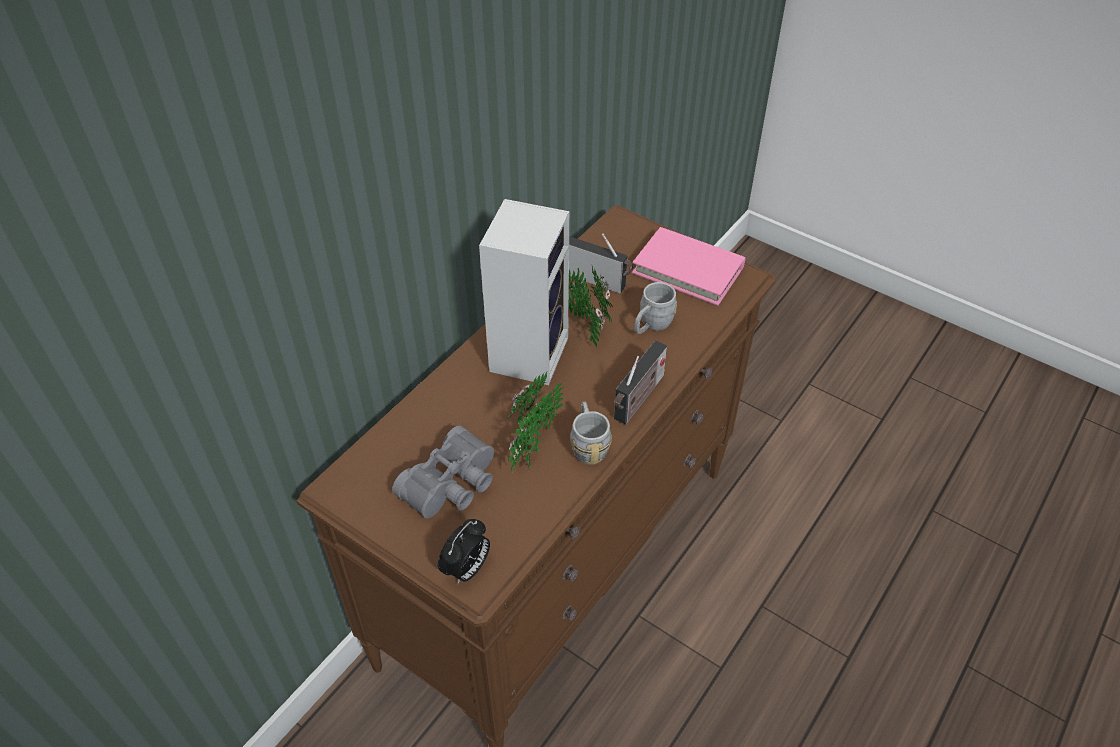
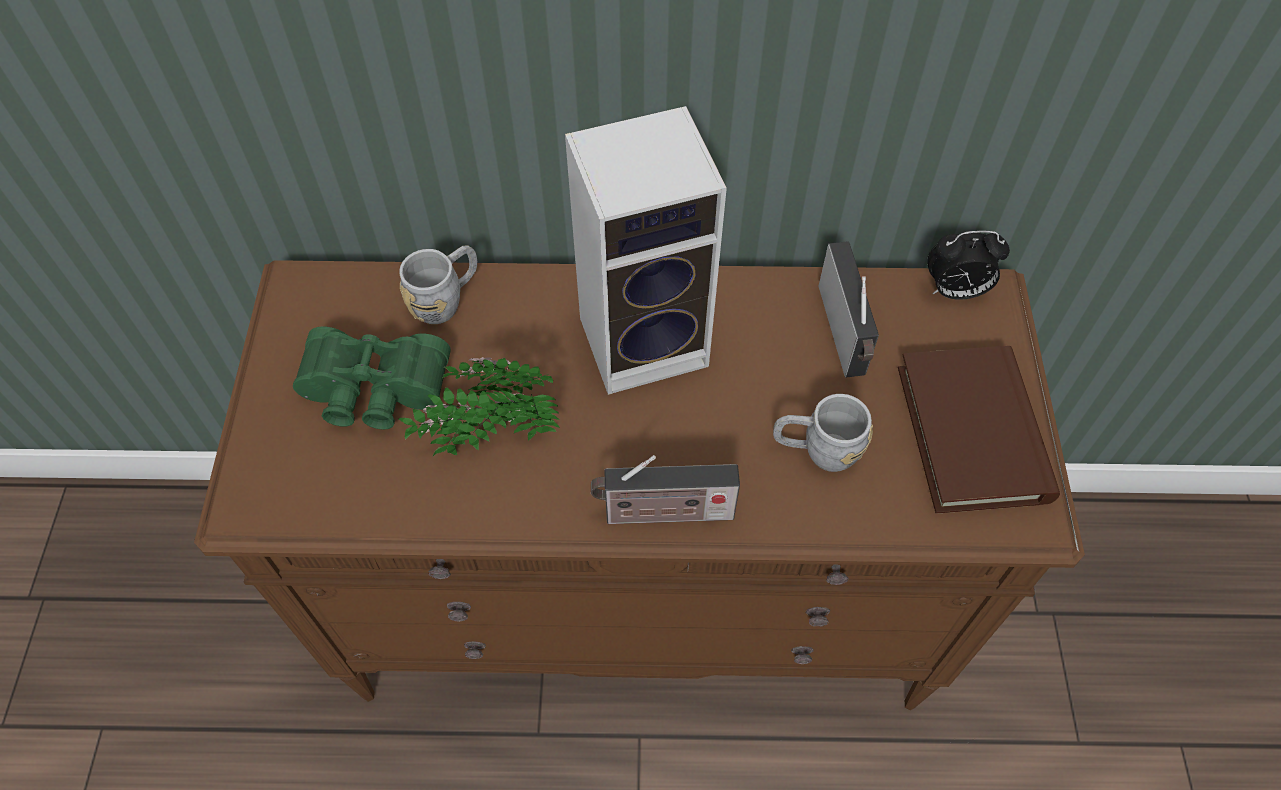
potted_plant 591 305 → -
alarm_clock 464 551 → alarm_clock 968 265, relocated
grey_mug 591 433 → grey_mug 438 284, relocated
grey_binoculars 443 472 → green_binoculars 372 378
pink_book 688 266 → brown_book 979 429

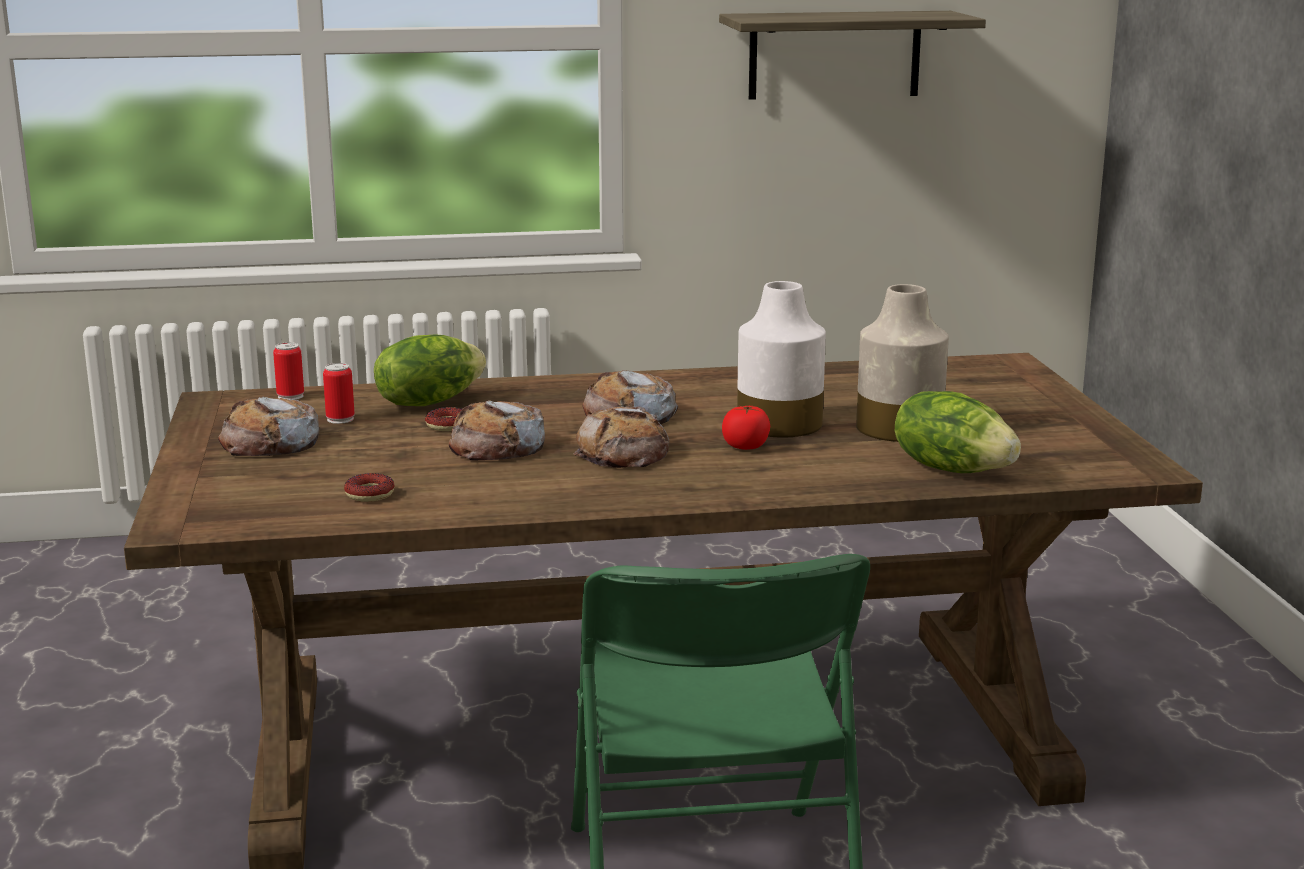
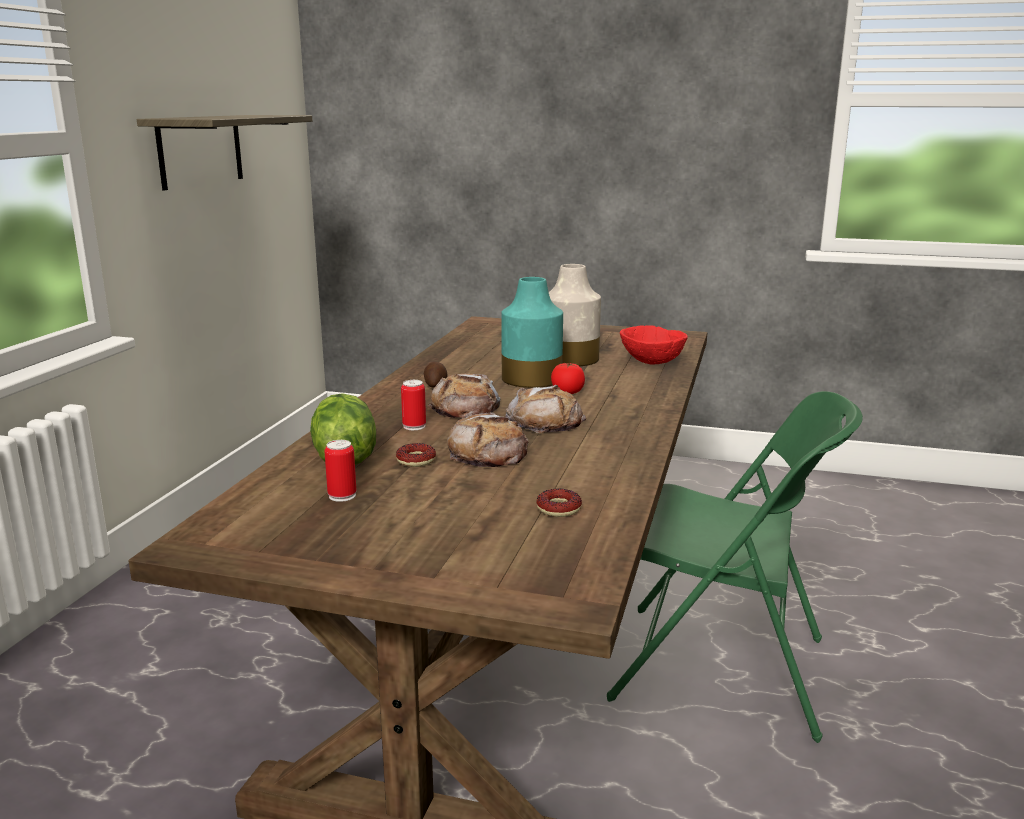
bread 269 426 → -
- → potato 435 375
can 288 371 → can 413 405, relocated
lettuce 958 432 → red_bowl 654 345
white_vase 781 359 → turquoise_vase 532 332

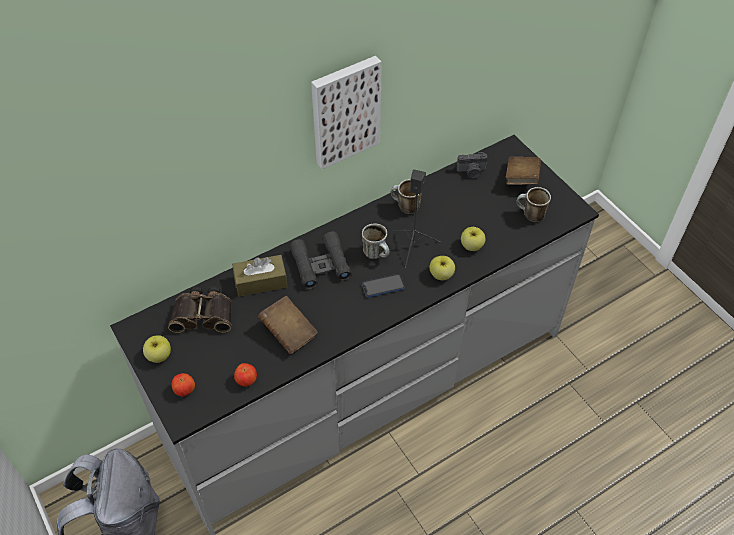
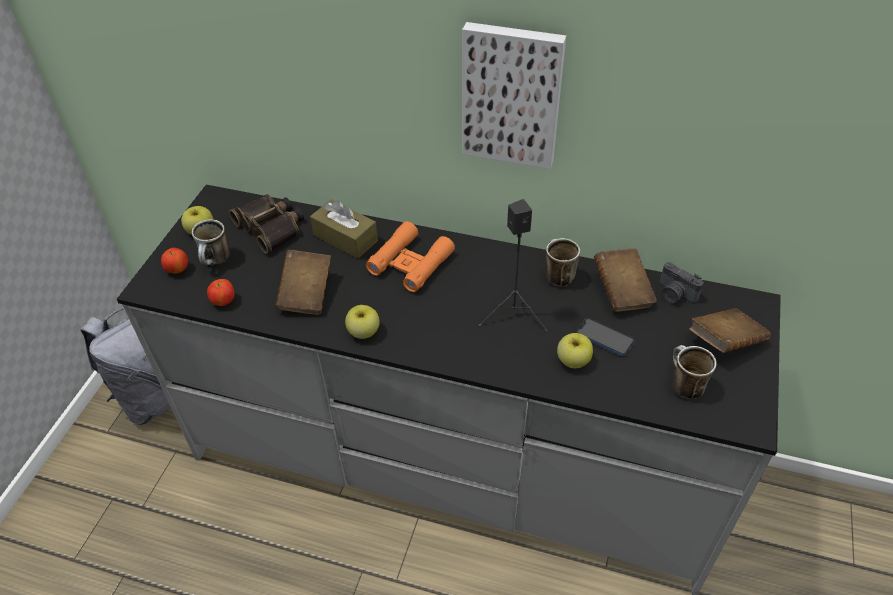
- → brown_book 625 280
mug 376 241 → mug 211 242, relocated
phone 383 285 → phone 605 337, relocated
apple 442 268 → apple 362 322, relocated
black_binoculars 321 260 → orange_binoculars 410 256

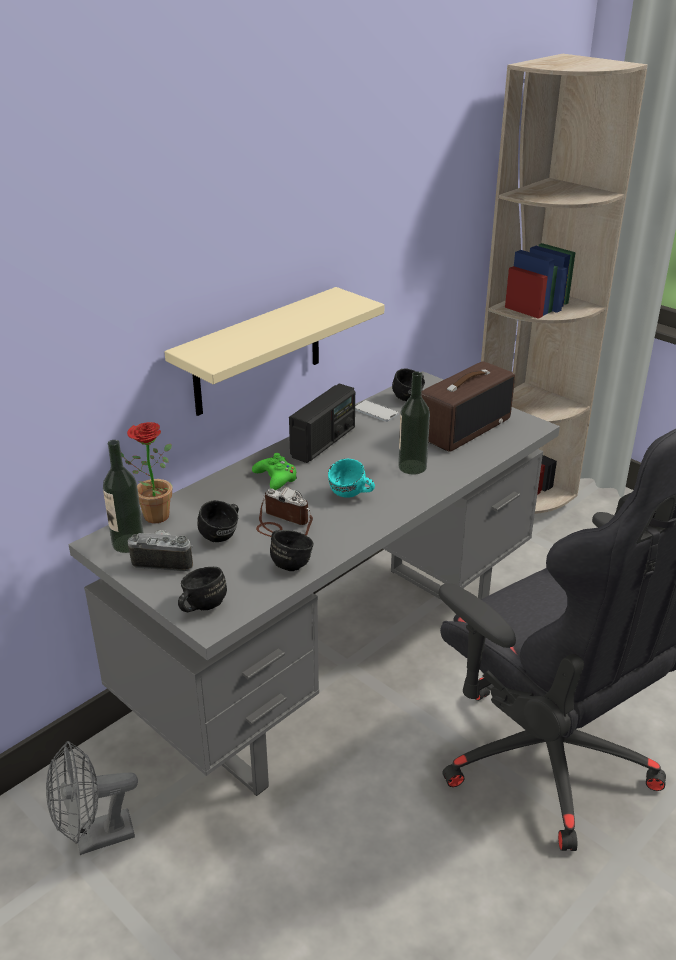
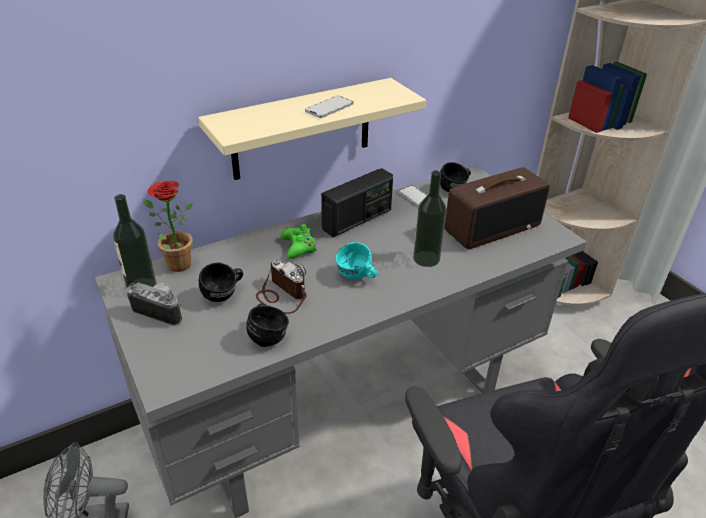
black_mug 202 589 → -
- → phone 329 107

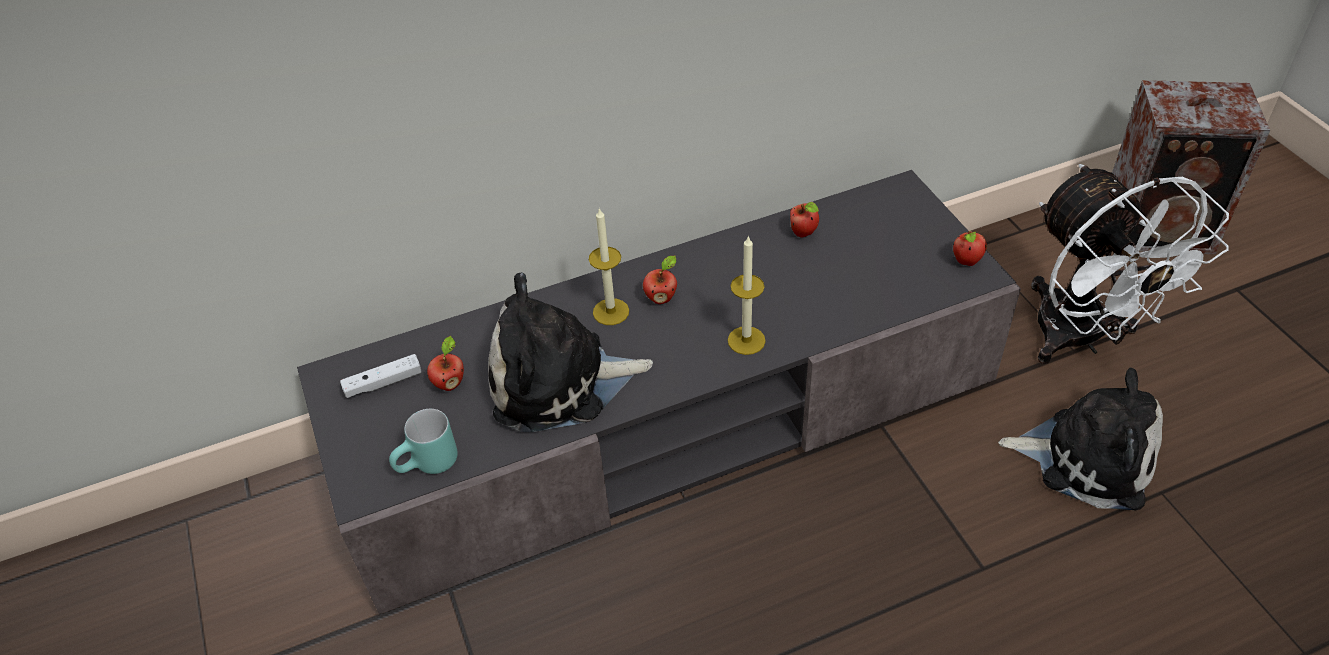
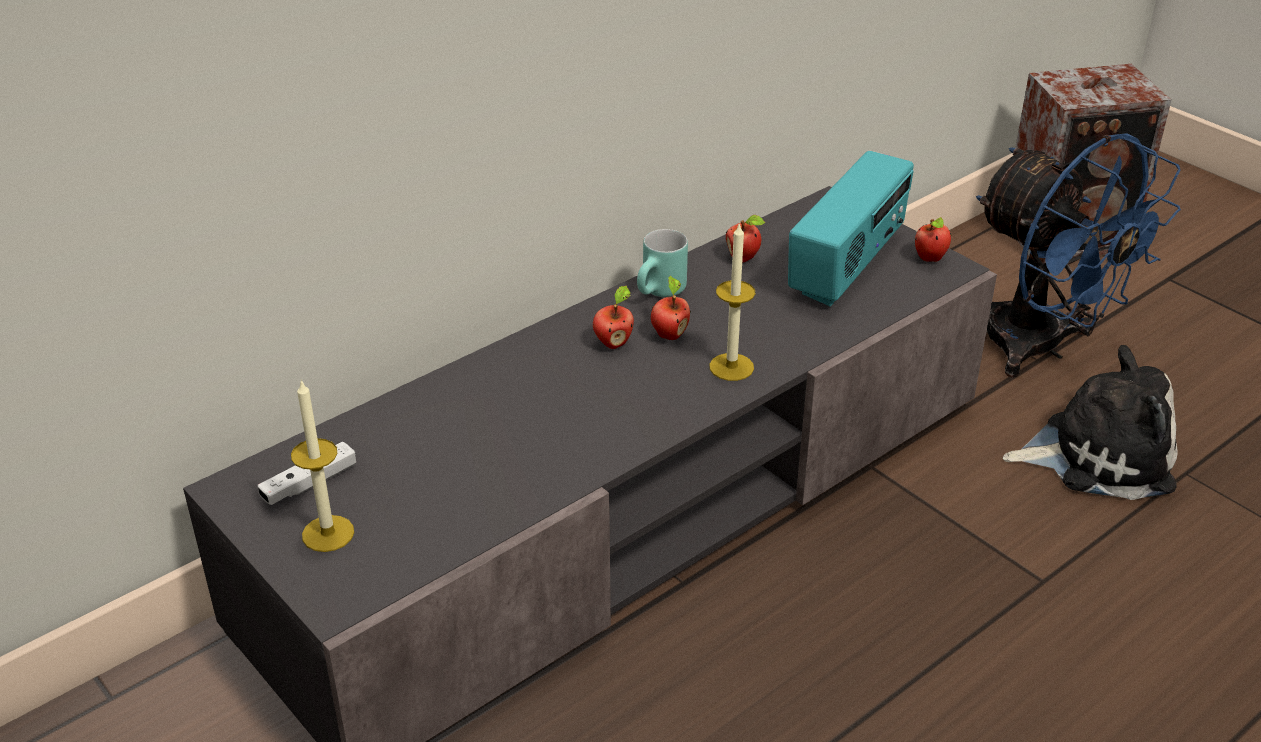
plush_toy 570 352 → -
- → radio 851 229
turquoise_mug 423 441 → turquoise_mug 662 263, relocated
apple 445 363 → apple 671 308, relocated
candle 609 266 → candle 322 465, relocated
white_fan 1130 264 → blue_fan 1078 255

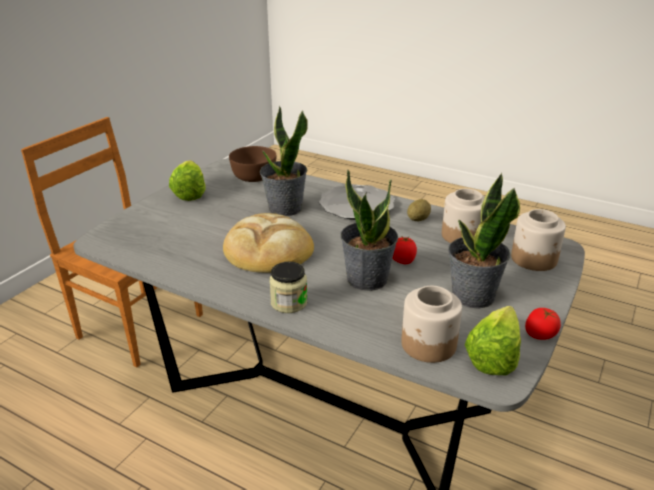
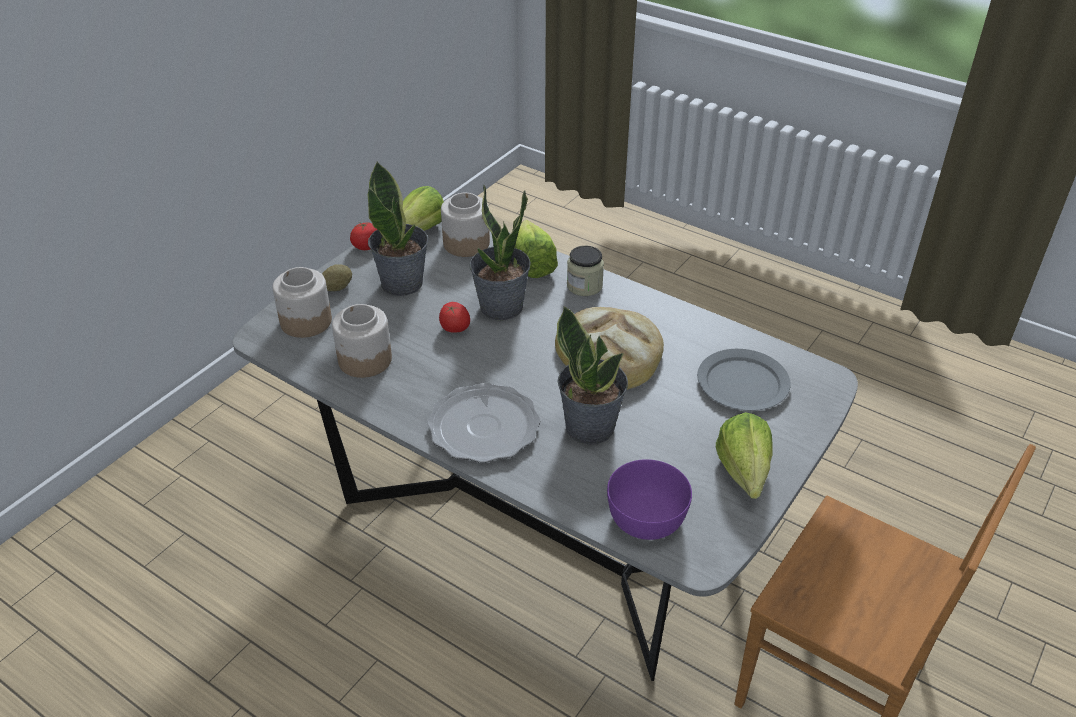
- → lettuce 536 249
- → grey_plate 744 380
potato 419 210 → potato 337 277, relocated
brown_bowl 252 164 → purple_bowl 649 499

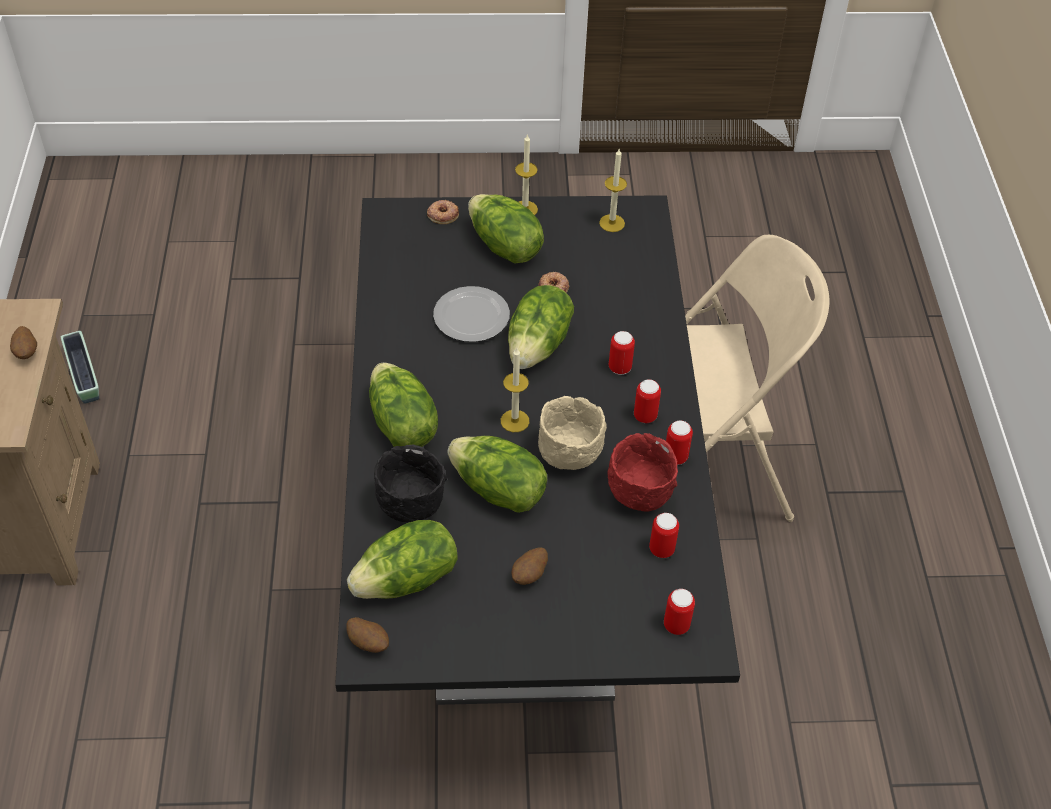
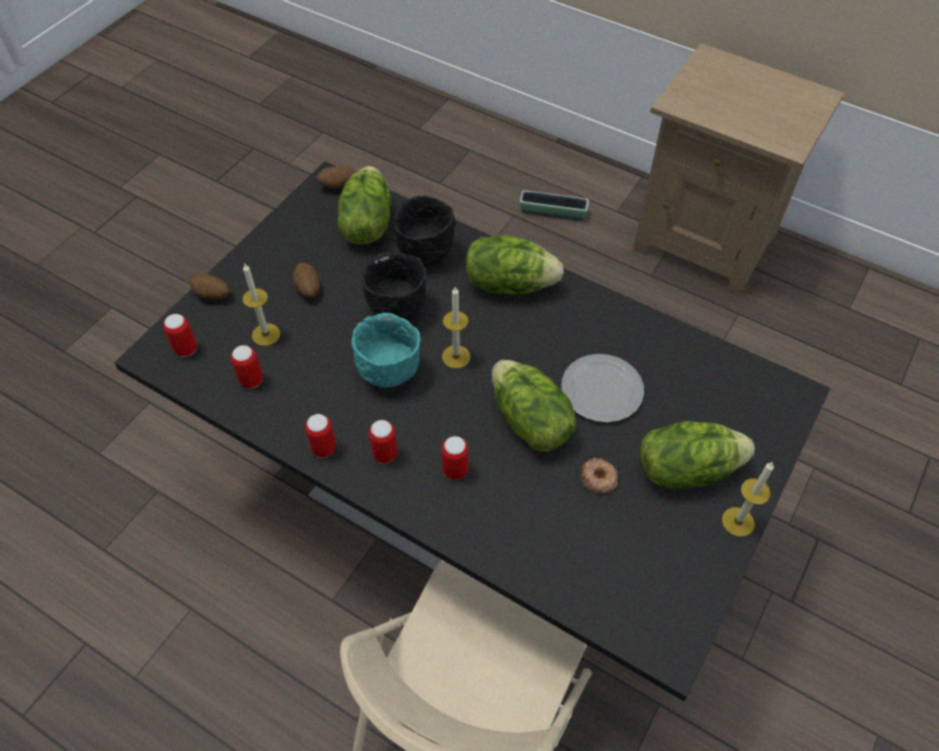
donut 443 212 → -
red_bowl 642 472 → -
potato 23 342 → potato 209 286, relocated
planter 80 367 → planter 554 205, relocated
candle 613 190 → candle 261 305, relocated
lettuce 497 474 → black_bowl 394 286
beige_bowl 572 433 → turquoise_bowl 386 350

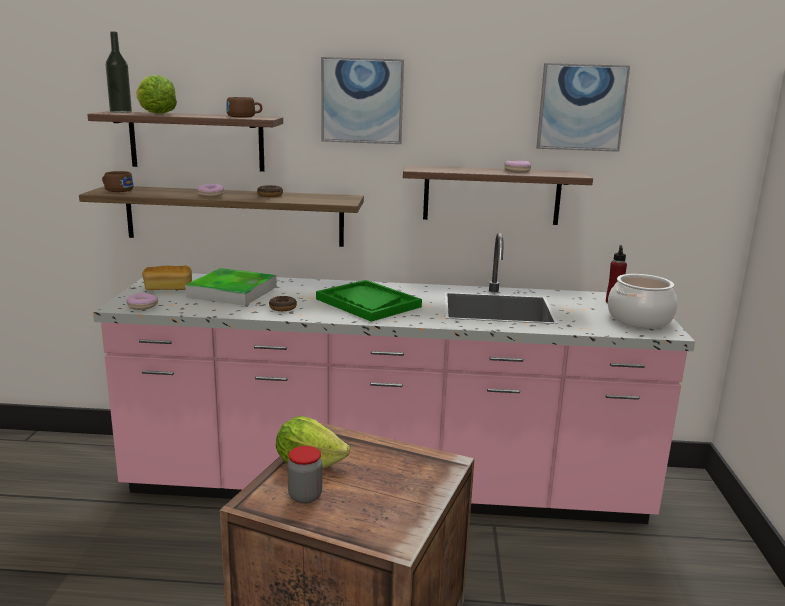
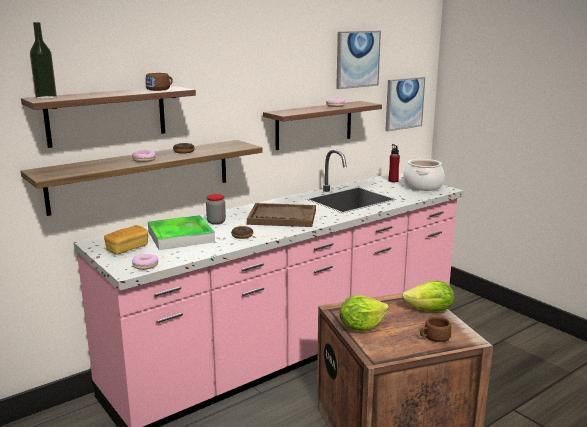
brown_cup 118 181 → brown_cup 435 329, relocated
lettuce 156 94 → lettuce 428 296, relocated
jar 304 475 → jar 216 209, relocated
picture 362 100 → picture 405 104, relocated
green_tray 369 301 → brown_tray 281 215

